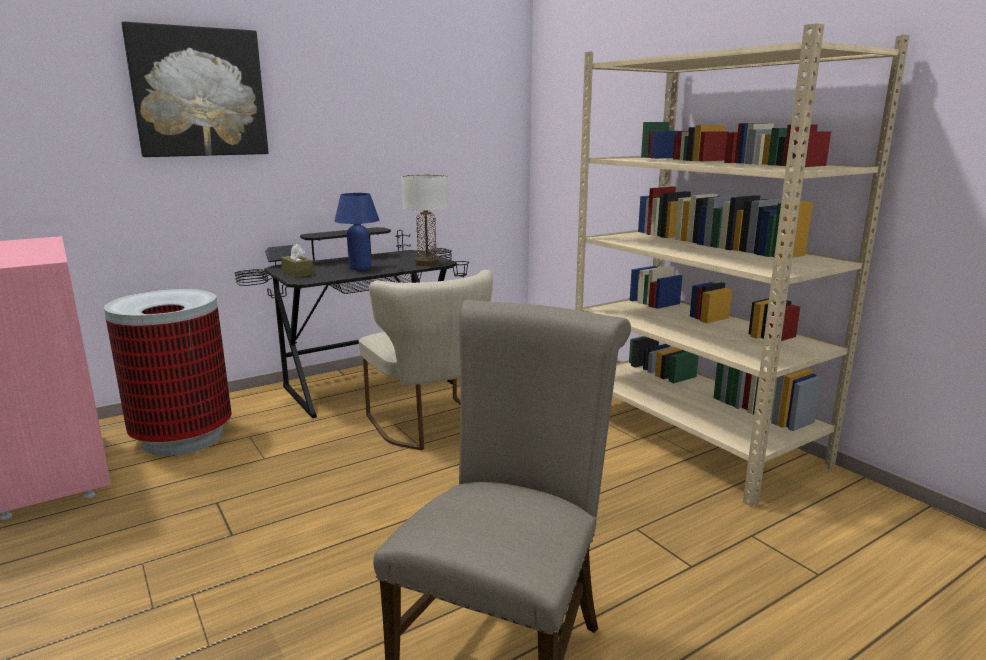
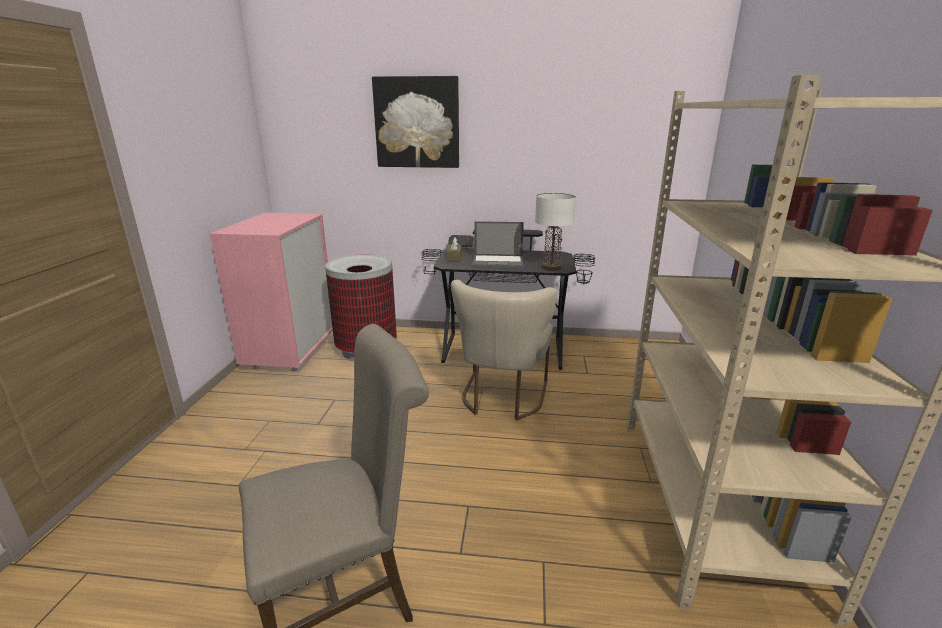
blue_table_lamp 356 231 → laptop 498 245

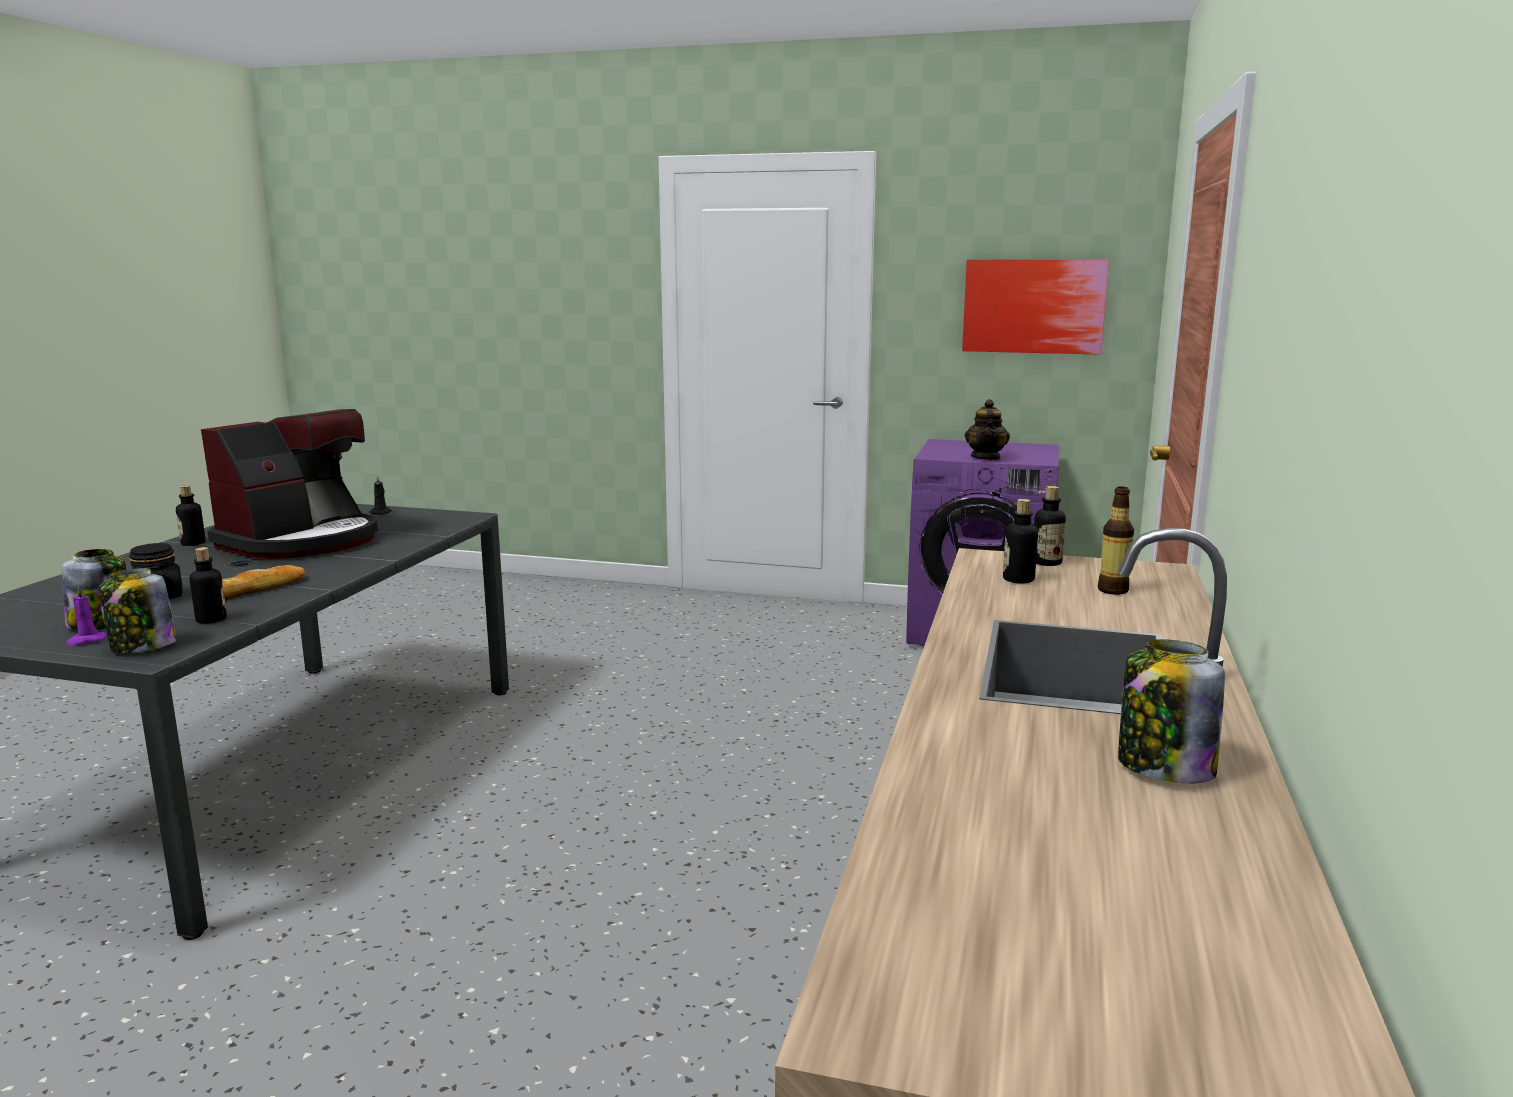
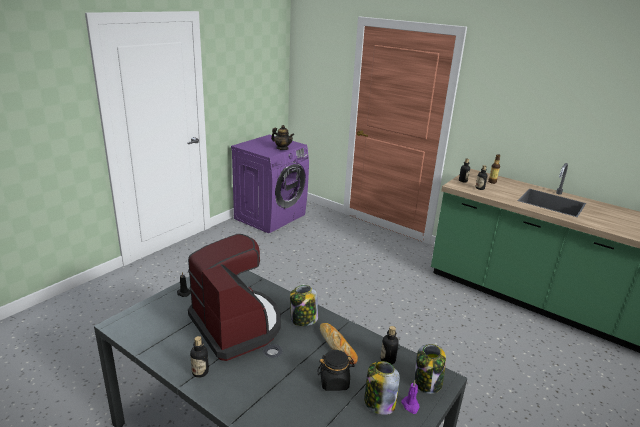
picture 1035 307 → -
jar 1171 711 → jar 304 305, relocated

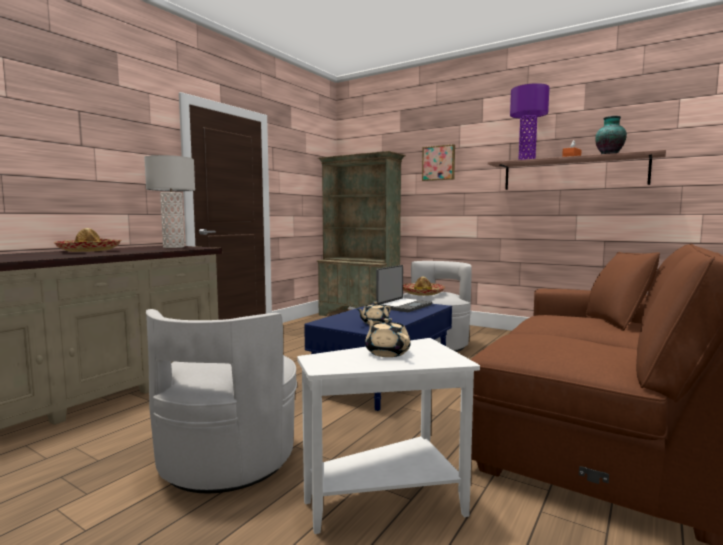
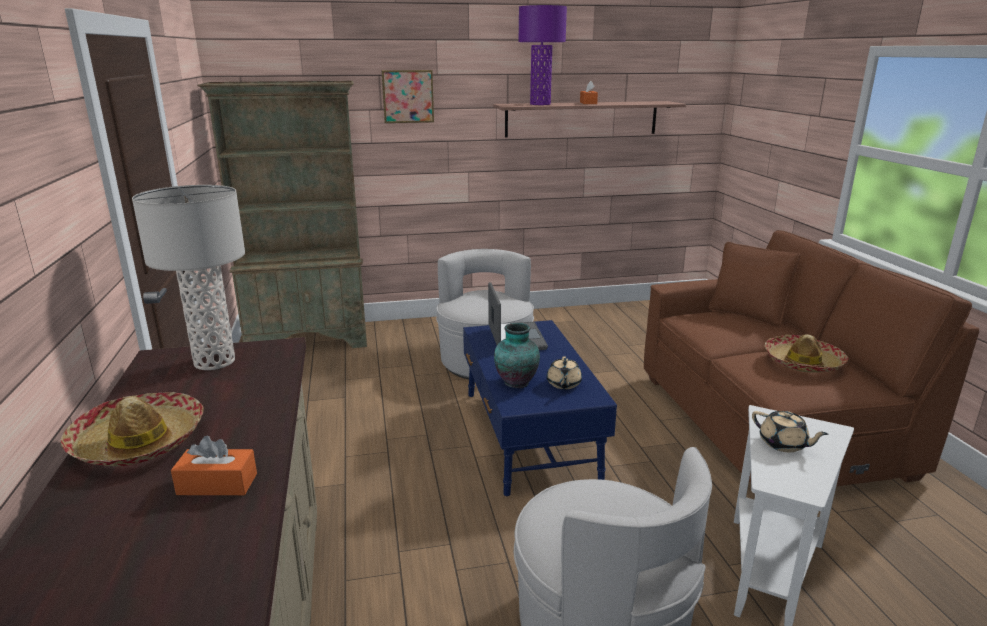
- → orange_tissue_box 214 465
hat 424 286 → hat 806 353, relocated
vase 611 135 → vase 517 355, relocated
beige_teapot 388 337 → beige_teapot 790 431, 150 degrees counterclockwise

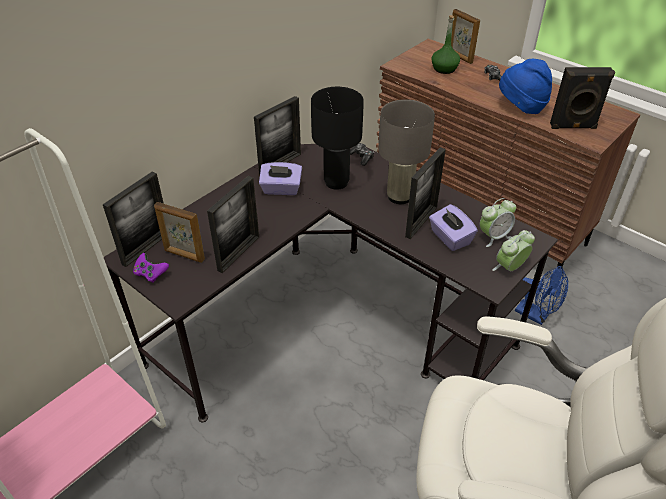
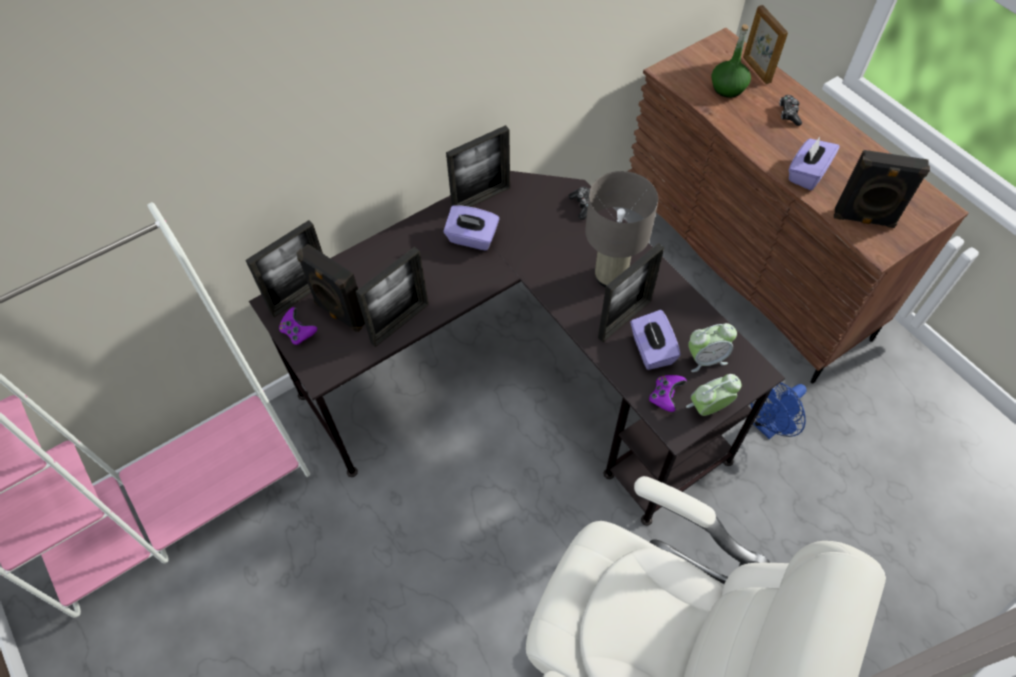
black_table_lamp 337 138 → -
- → purple_game_controller 668 393
picture_frame 179 232 → black_speaker 331 288
blue_hat 525 86 → purple_tissue_box 814 163
blue_fan 541 295 → blue_fan 778 410, 90 degrees clockwise

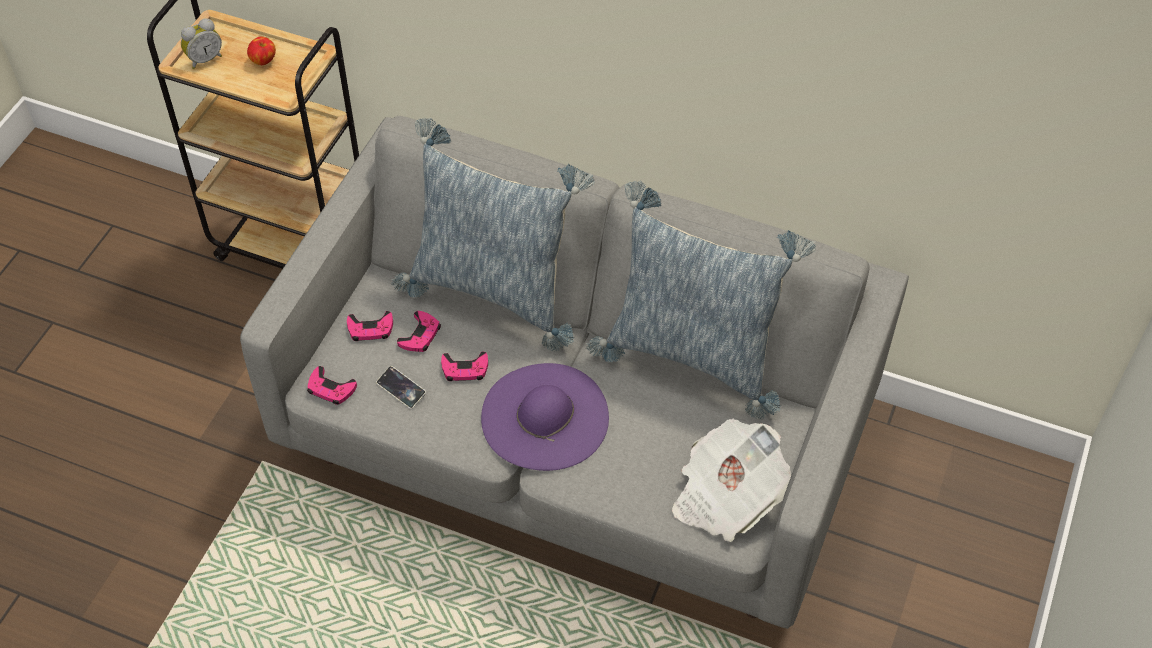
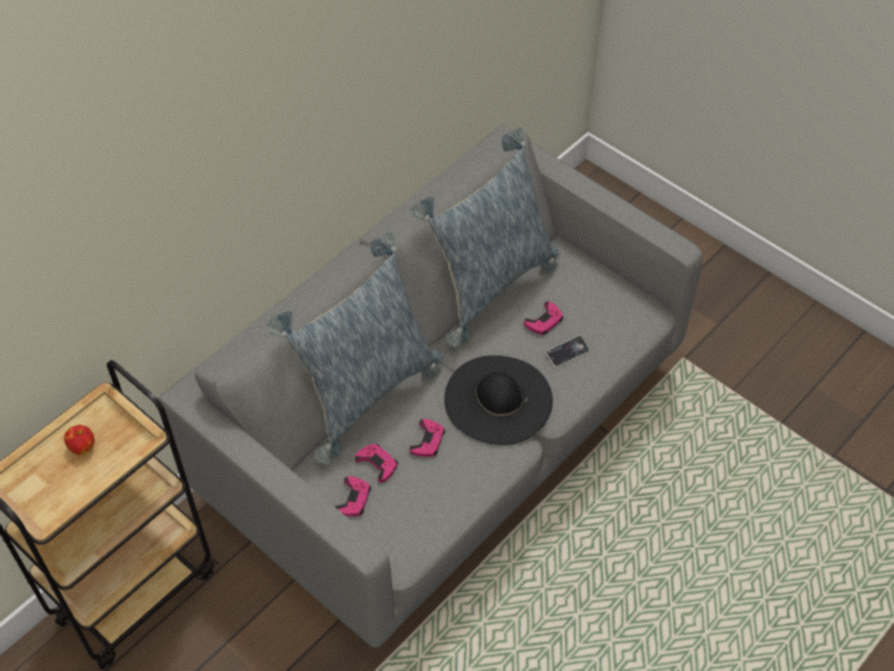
alarm_clock 201 43 → -
newspaper 731 480 → -
pink_game_controller 332 385 → pink_game_controller 543 318, relocated
phone 401 387 → phone 568 351, relocated
purple_hat 545 417 → black_hat 498 400

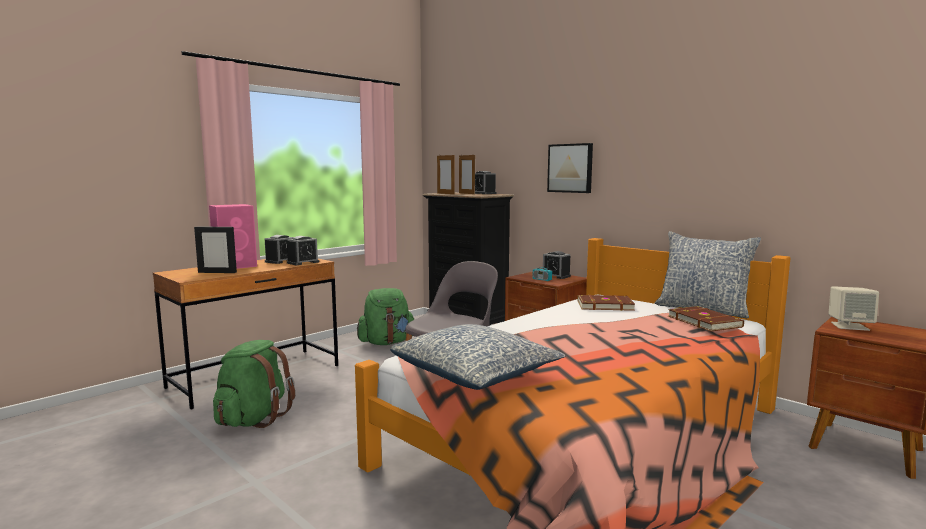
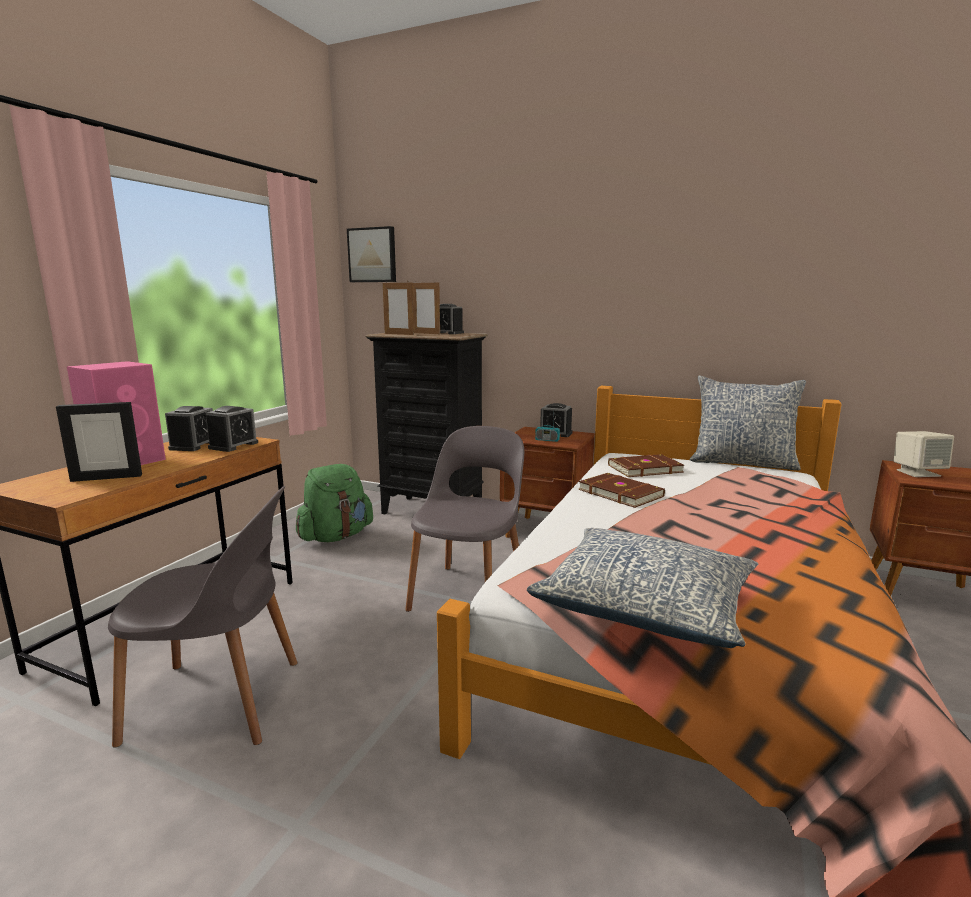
picture 570 168 → picture 371 254, relocated
brown_book 706 319 → brown_book 621 490, relocated
green_backpack 254 384 → grey_chair 203 616

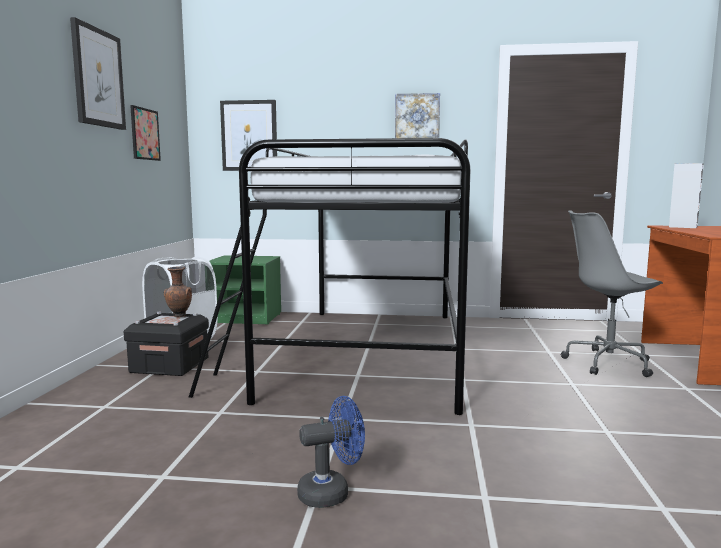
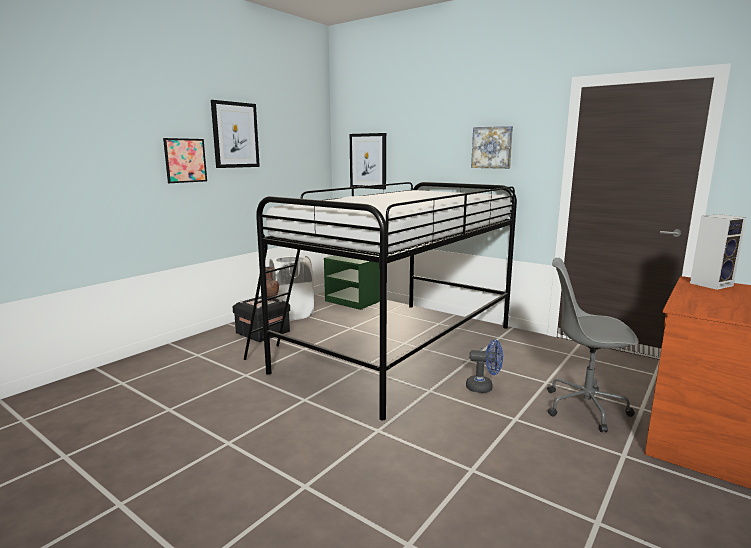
picture 145 133 → picture 185 160, relocated
blue_fan 331 452 → blue_fan 484 366, relocated

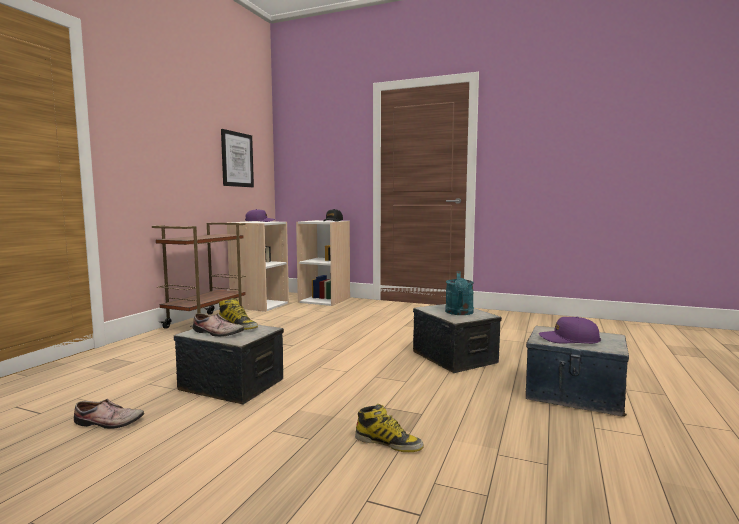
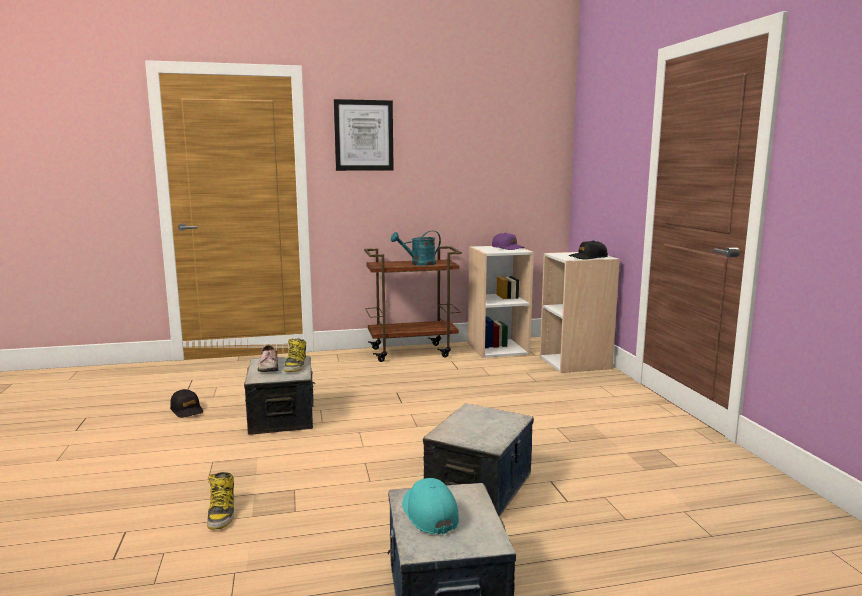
picture 237 158 → picture 364 135, relocated
turquoise_watering_can 459 293 → turquoise_watering_can 416 248, relocated
shoe 109 414 → black_cap 186 403
purple_cap 570 330 → turquoise_cap 430 506

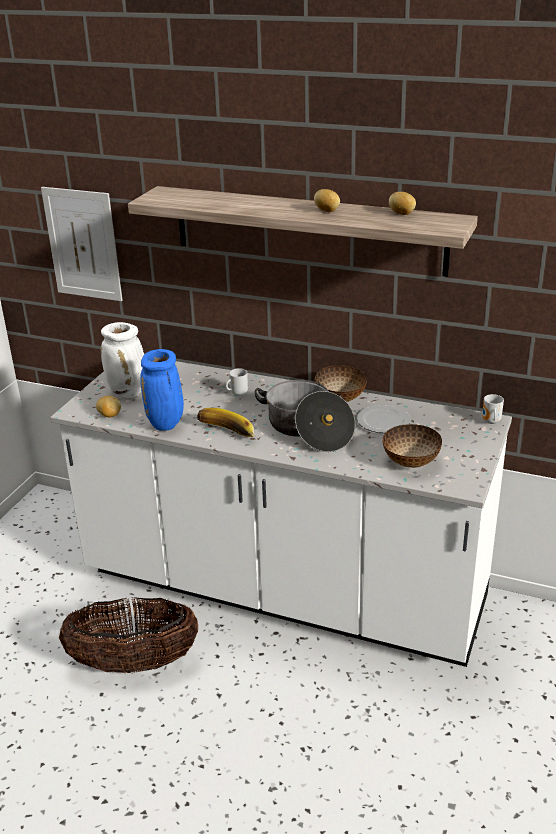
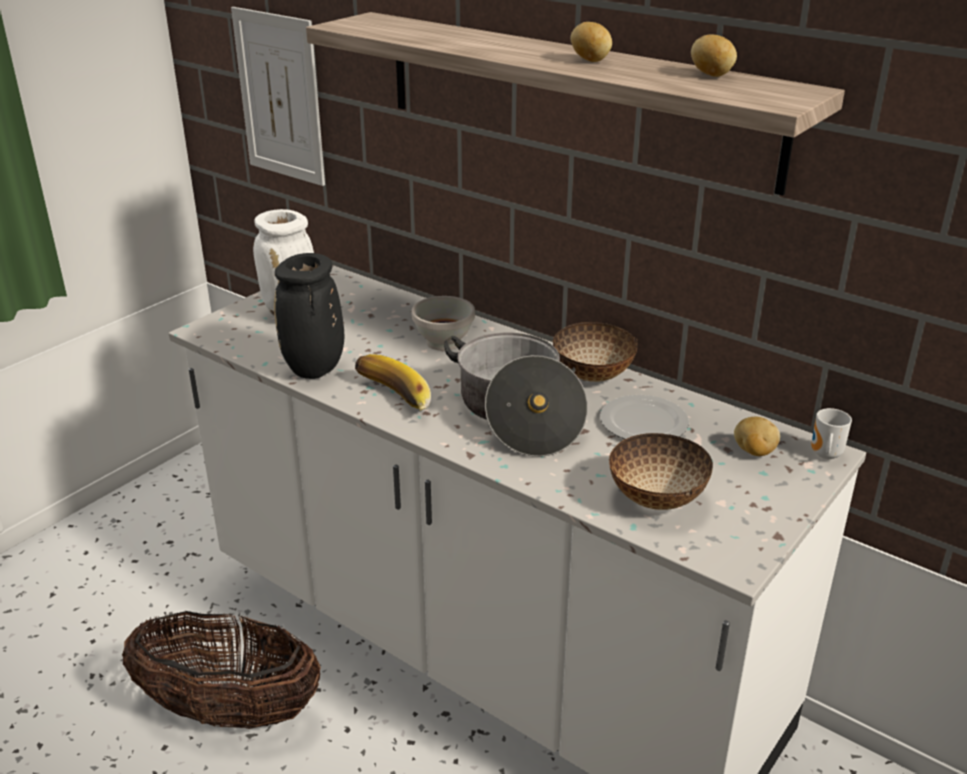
potato 108 406 → potato 757 436, relocated
mug 237 382 → white_bowl 443 323
blue_vase 162 390 → black_vase 309 316

